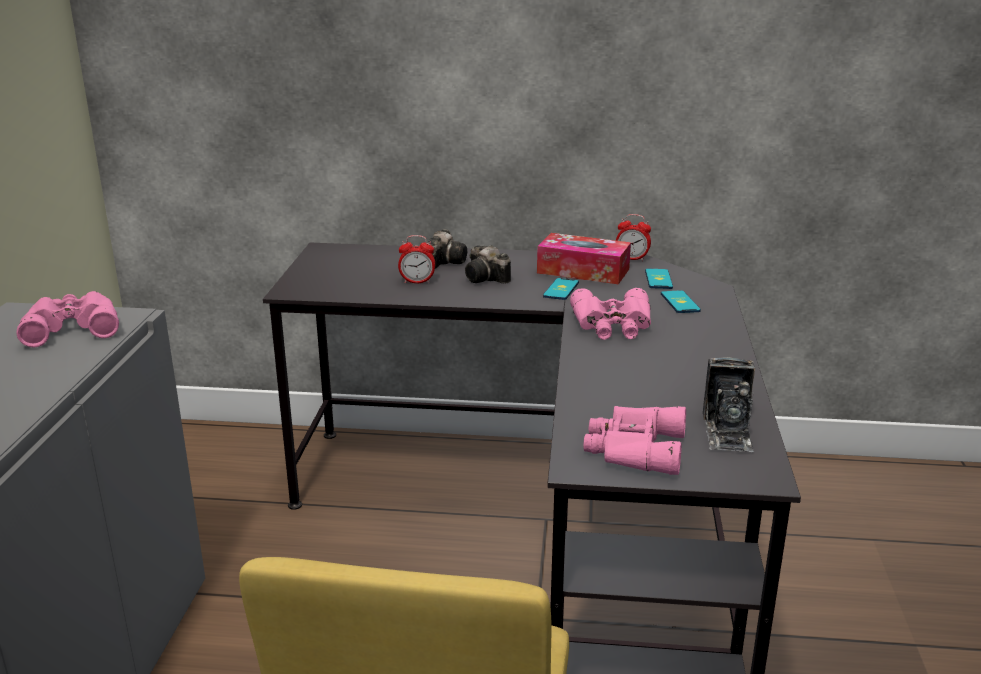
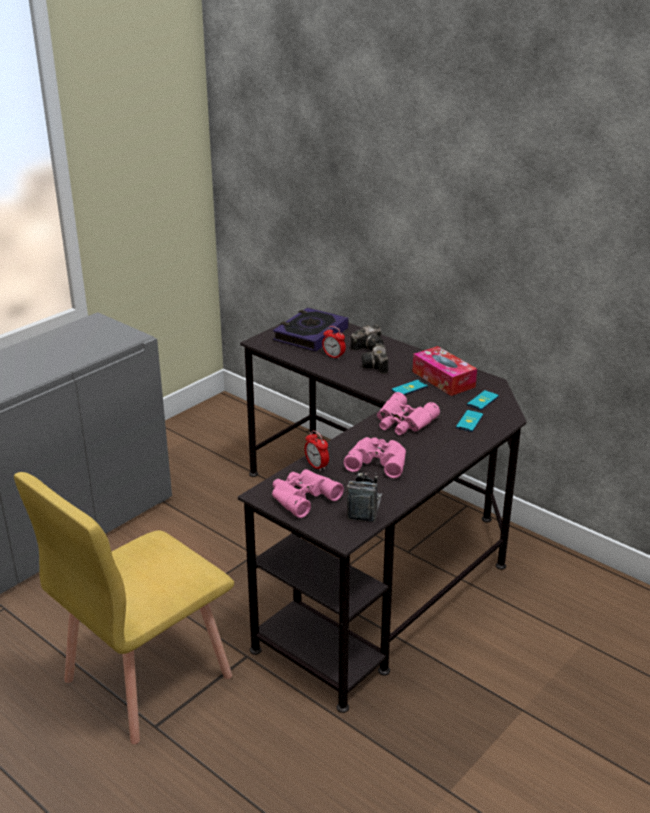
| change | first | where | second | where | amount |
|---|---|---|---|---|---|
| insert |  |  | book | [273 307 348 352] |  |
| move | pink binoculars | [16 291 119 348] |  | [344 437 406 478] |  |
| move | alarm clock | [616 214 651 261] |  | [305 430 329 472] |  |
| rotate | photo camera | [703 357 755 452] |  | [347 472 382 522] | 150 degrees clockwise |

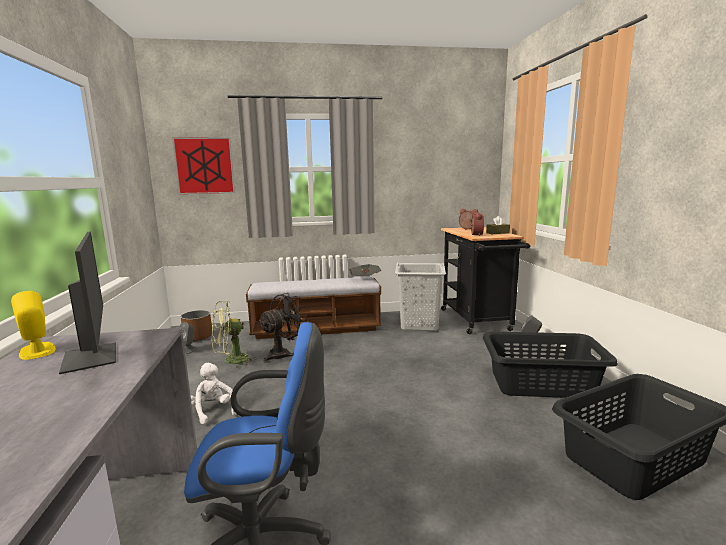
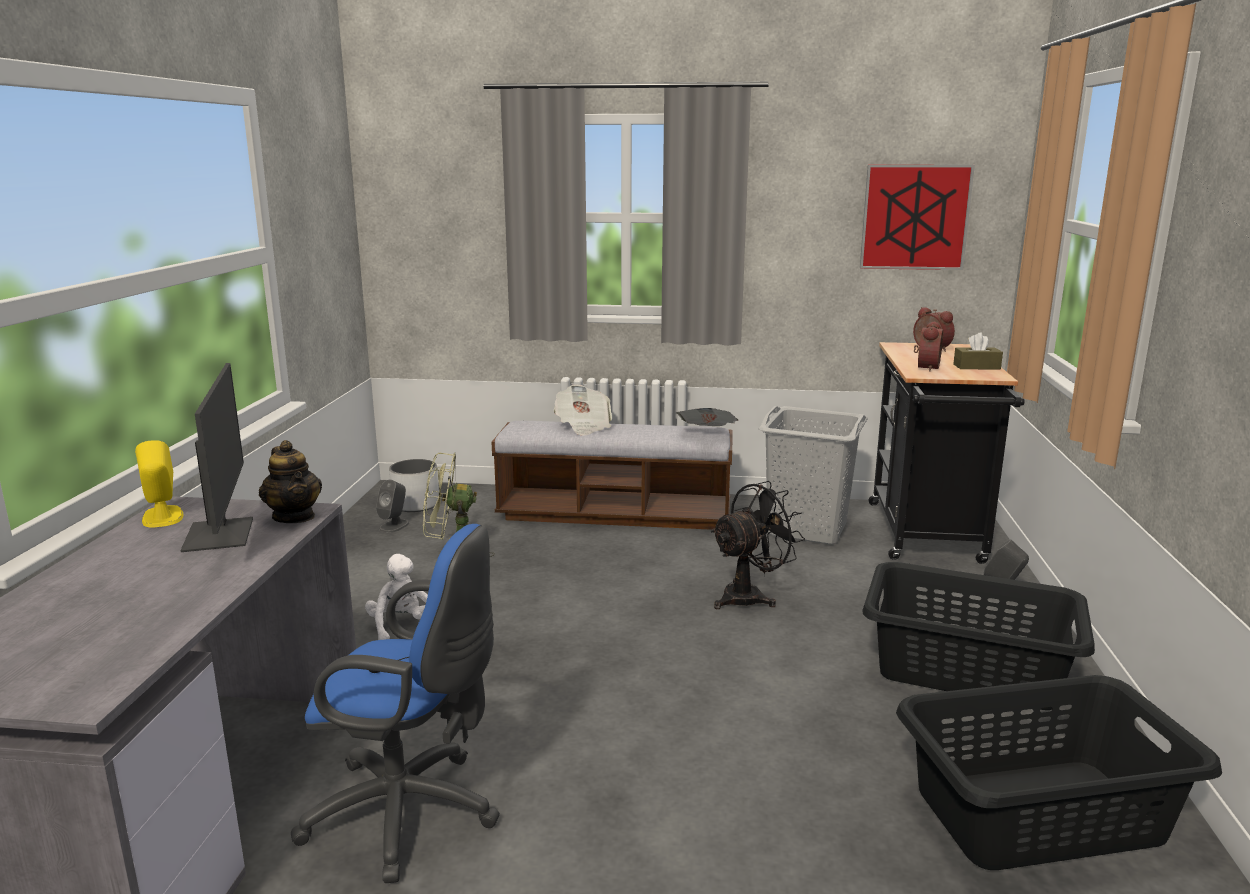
| change | first | where | second | where | amount |
|---|---|---|---|---|---|
| insert |  |  | teapot | [259 440 322 523] |  |
| insert |  |  | newspaper | [553 385 612 436] |  |
| move | picture | [172 137 235 194] |  | [860 165 975 270] |  |
| move | black fan | [258 293 307 363] |  | [711 481 805 609] |  |
| recolor | brown planter | [181 310 212 342] | white planter | [389 459 439 512] |  |

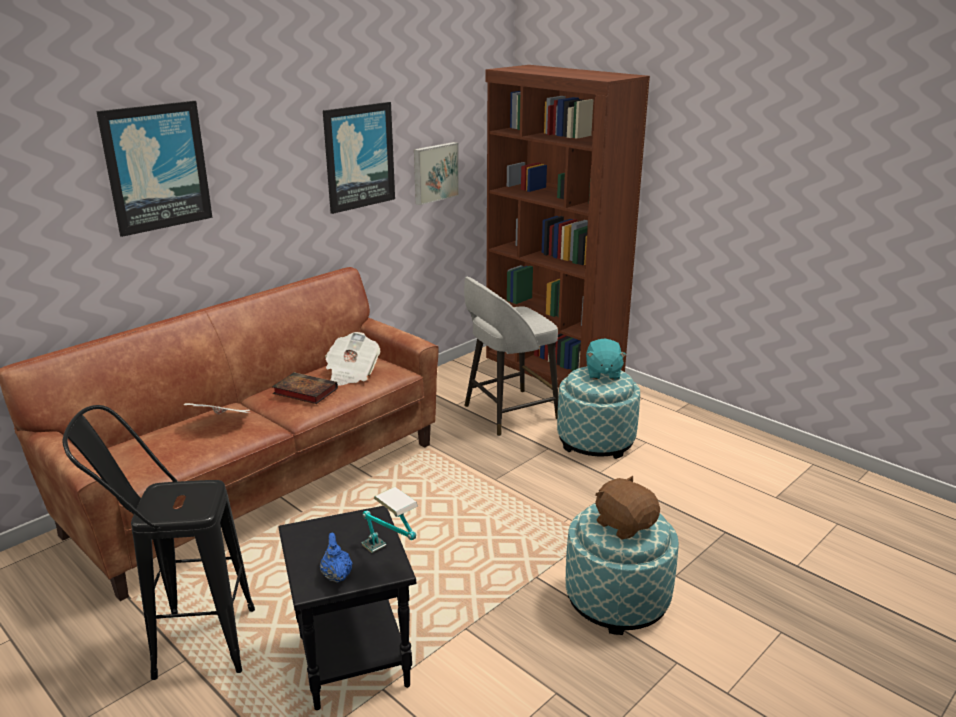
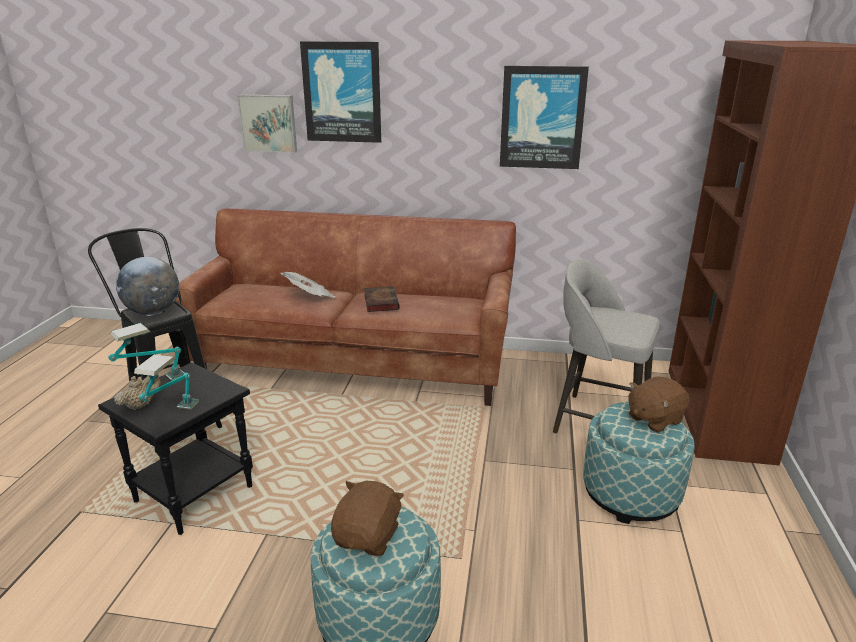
| change | first | where | second | where | amount |
|---|---|---|---|---|---|
| delete | newspaper | [325 332 380 386] |  |  |  |
| insert |  |  | table lamp | [108 323 184 380] |  |
| insert |  |  | globe | [116 257 179 315] |  |
| move | picture | [414 142 459 205] |  | [237 94 297 153] |  |
| recolor | blue teapot | [320 533 353 583] | beige teapot | [114 376 161 410] |  |
| recolor | turquoise plush toy | [586 338 626 380] | brown plush toy | [628 376 690 433] |  |

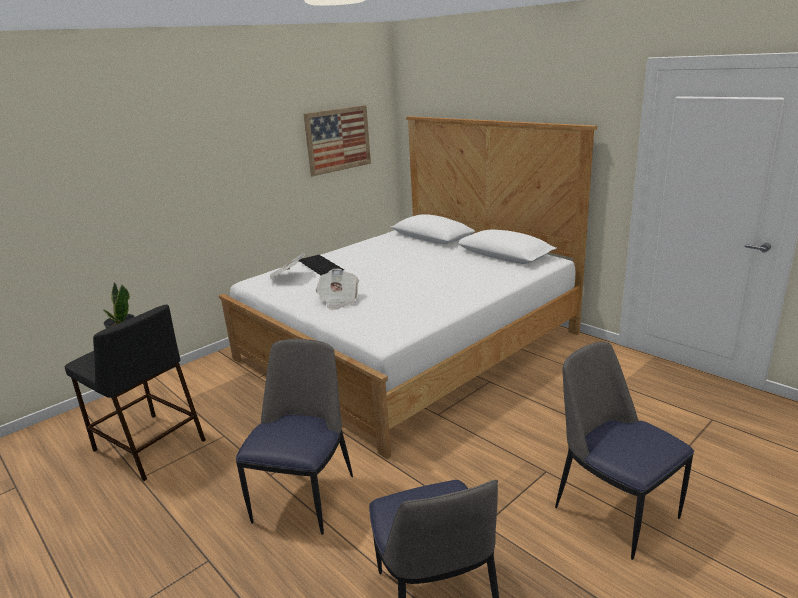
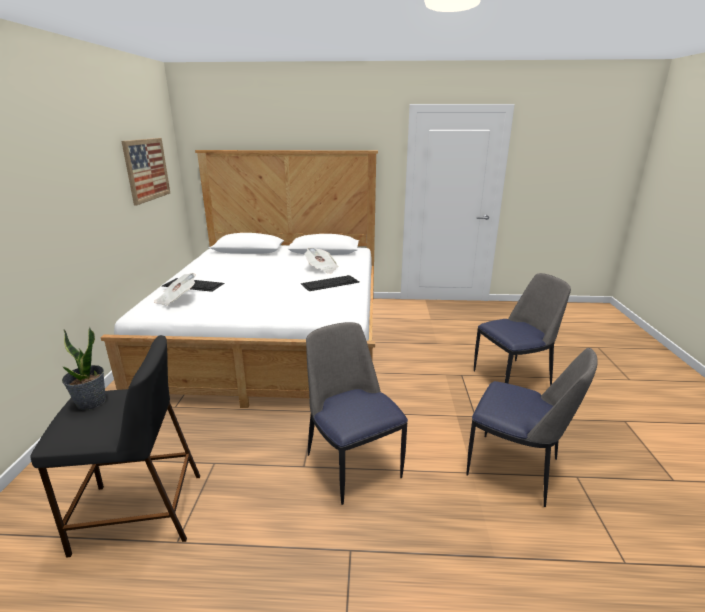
| change | first | where | second | where | amount |
|---|---|---|---|---|---|
| insert |  |  | keyboard | [301 275 360 291] |  |
| move | newspaper | [316 269 359 310] |  | [304 247 339 274] |  |
| rotate | chair | [555 342 694 560] |  | [474 273 571 386] | 150 degrees clockwise |

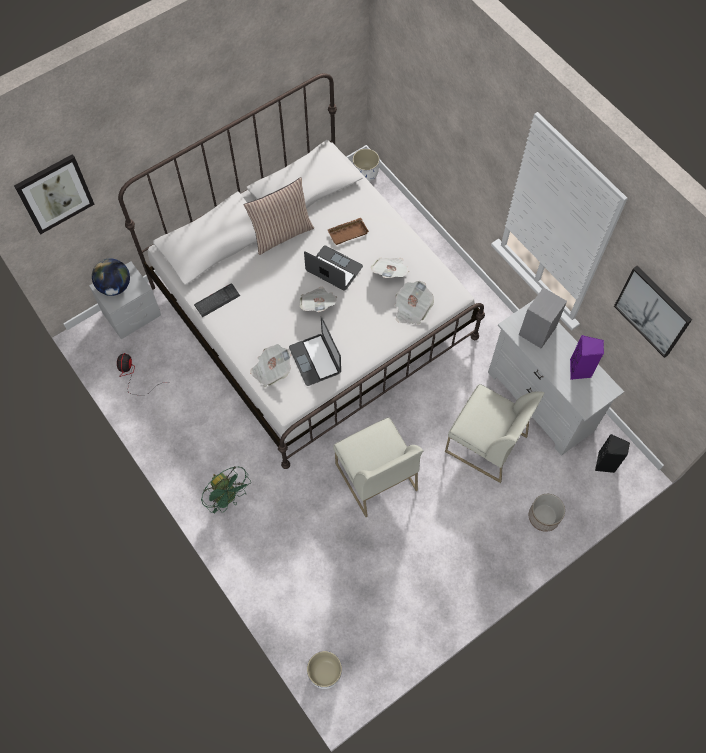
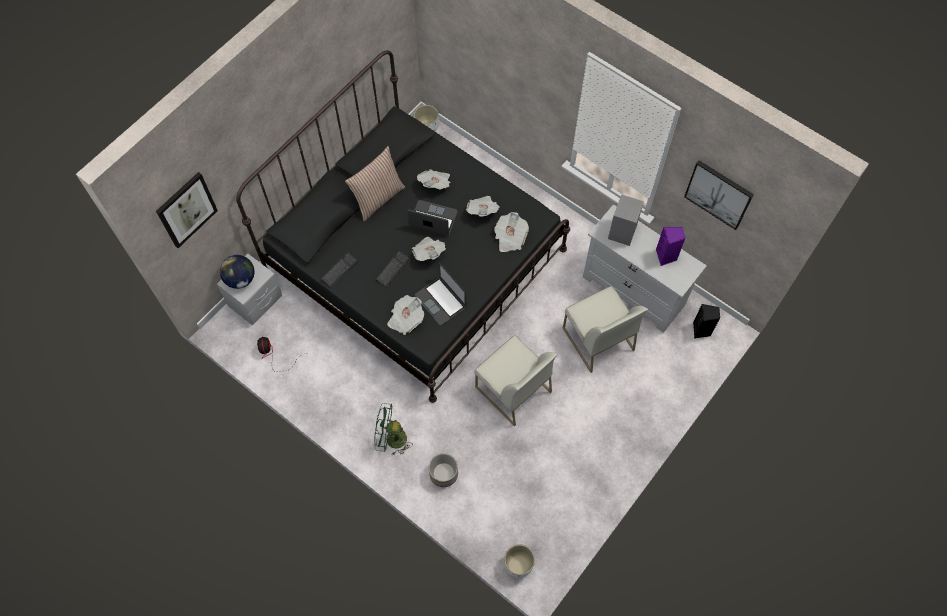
| change | first | where | second | where | amount |
|---|---|---|---|---|---|
| insert |  |  | keyboard | [375 251 410 287] |  |
| move | planter | [529 494 565 532] |  | [429 453 458 487] |  |
| replace | brown tray | [327 218 369 245] | newspaper | [417 169 451 189] |  |
| recolor | white bed | [118 73 485 469] | black bed | [236 50 570 403] |  |
| rotate | green fan | [201 466 251 513] |  | [375 403 413 456] | 150 degrees clockwise |
| rotate | white chair | [445 384 545 483] |  | [563 286 648 373] | 45 degrees clockwise |

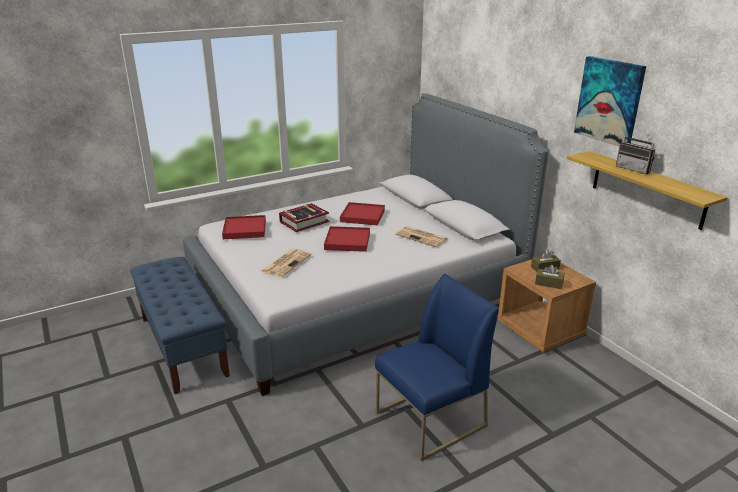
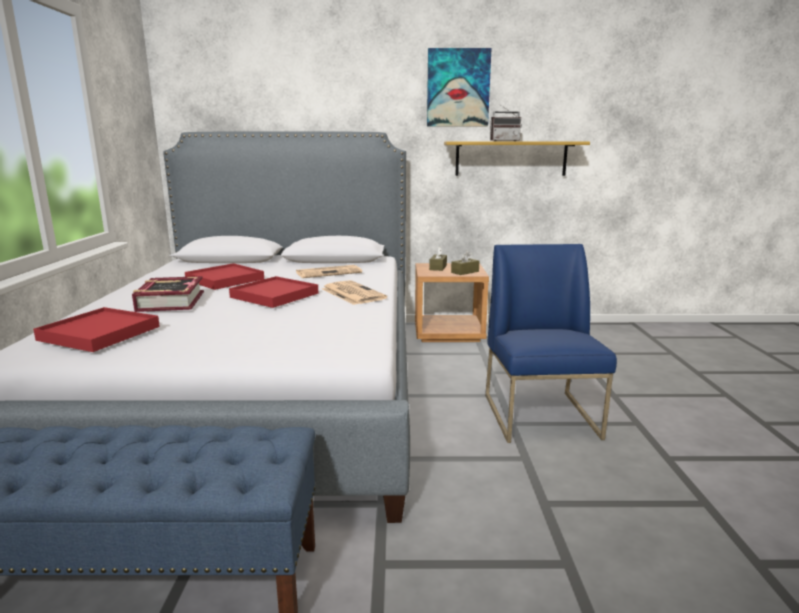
| change | first | where | second | where | amount |
|---|---|---|---|---|---|
| move | newspaper | [260 249 311 277] |  | [322 280 387 305] |  |

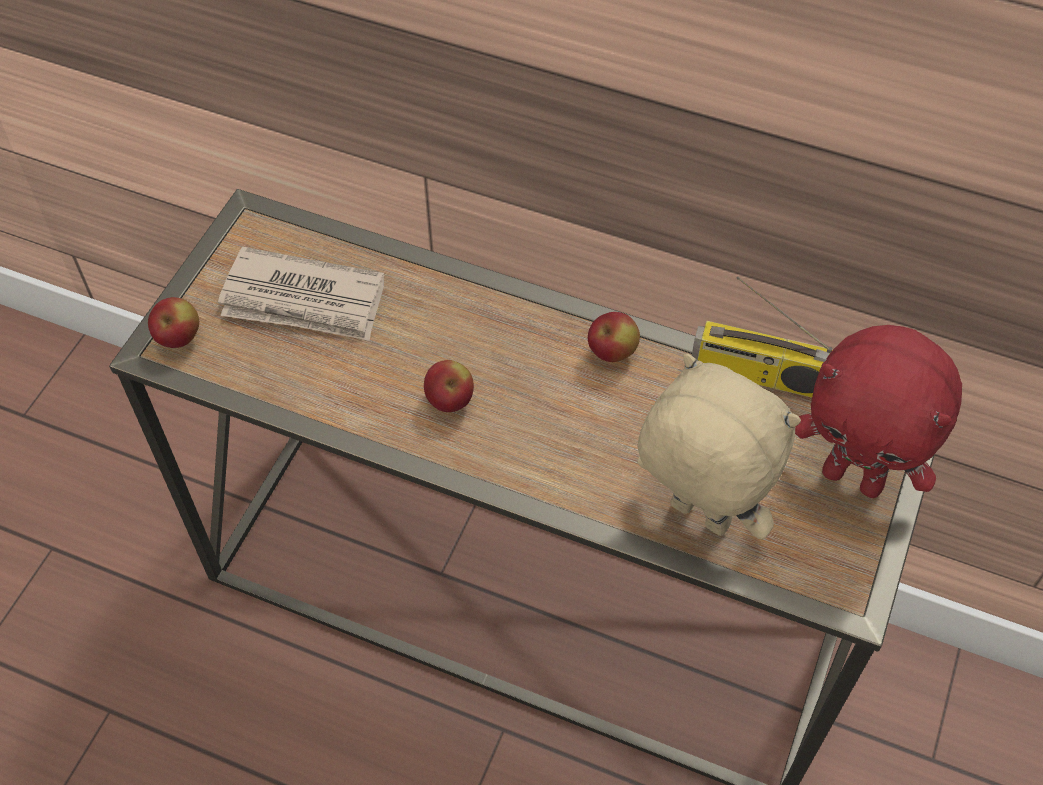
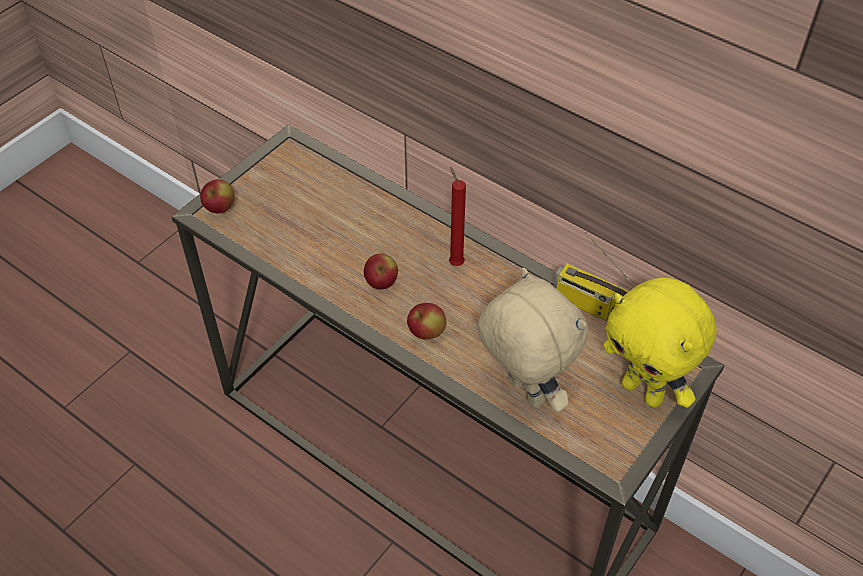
| change | first | where | second | where | amount |
|---|---|---|---|---|---|
| delete | newspaper | [218 247 384 341] |  |  |  |
| insert |  |  | red candle | [449 166 466 266] |  |
| move | apple | [588 312 640 362] |  | [407 303 447 340] |  |
| recolor | red plush toy | [795 325 962 498] | yellow plush toy | [603 278 717 408] |  |

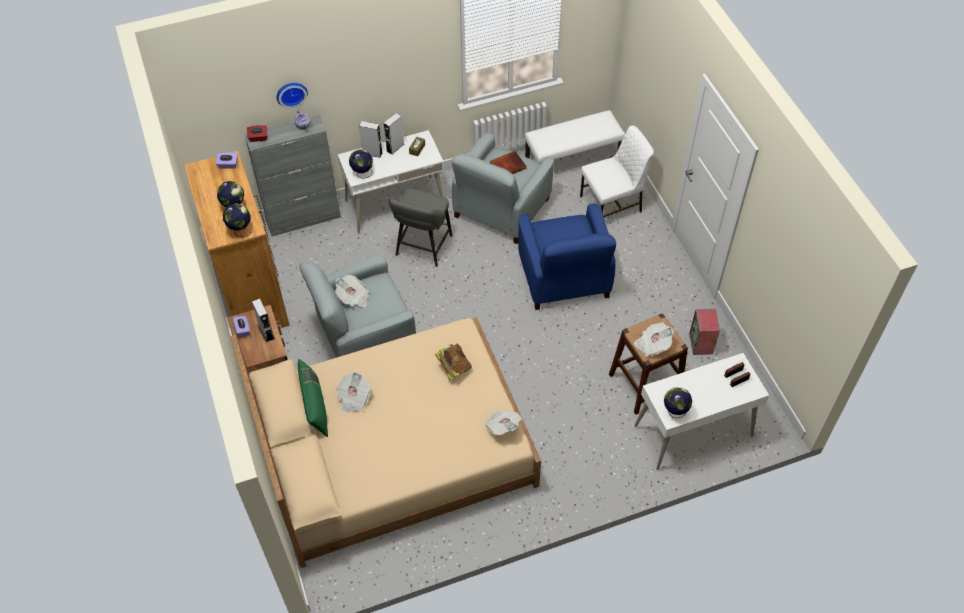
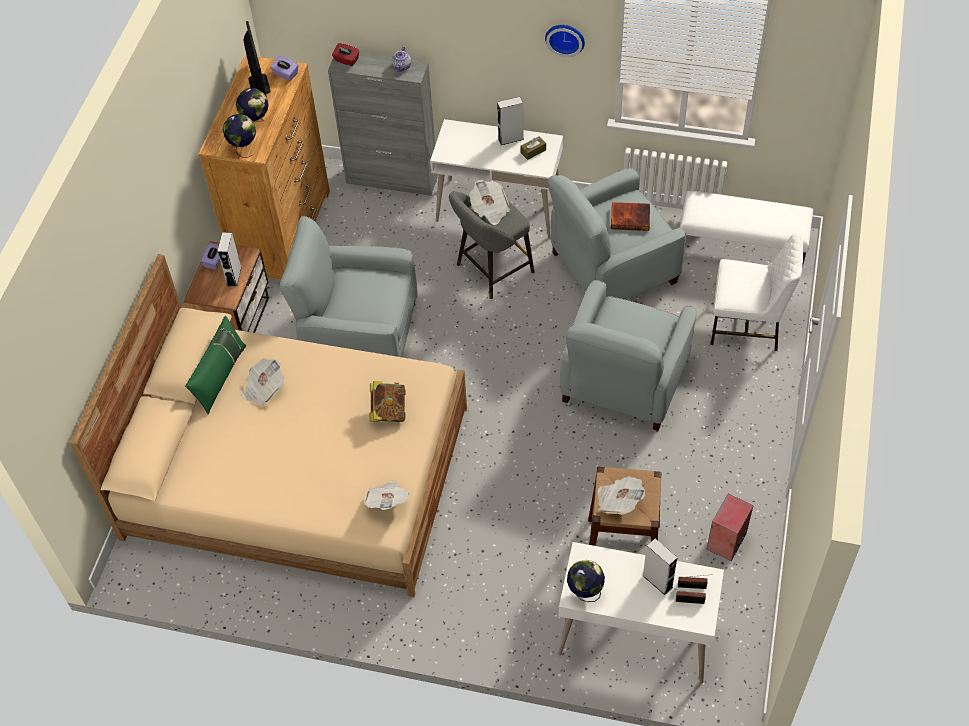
| change | first | where | second | where | amount |
|---|---|---|---|---|---|
| delete | globe | [349 149 373 178] |  |  |  |
| insert |  |  | monitor | [244 21 270 97] |  |
| move | wall clock | [277 83 308 108] |  | [545 25 585 57] |  |
| move | newspaper | [335 275 369 308] |  | [469 180 510 225] |  |
| move | grey speaker | [359 121 383 158] |  | [642 539 677 595] |  |
| recolor | blue armchair | [518 203 616 310] | grey armchair | [560 280 697 431] |  |

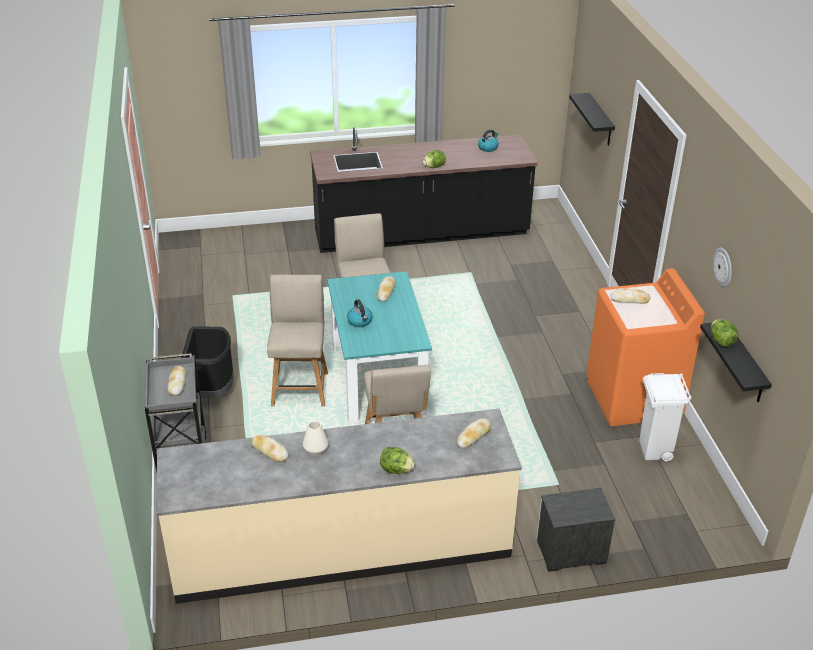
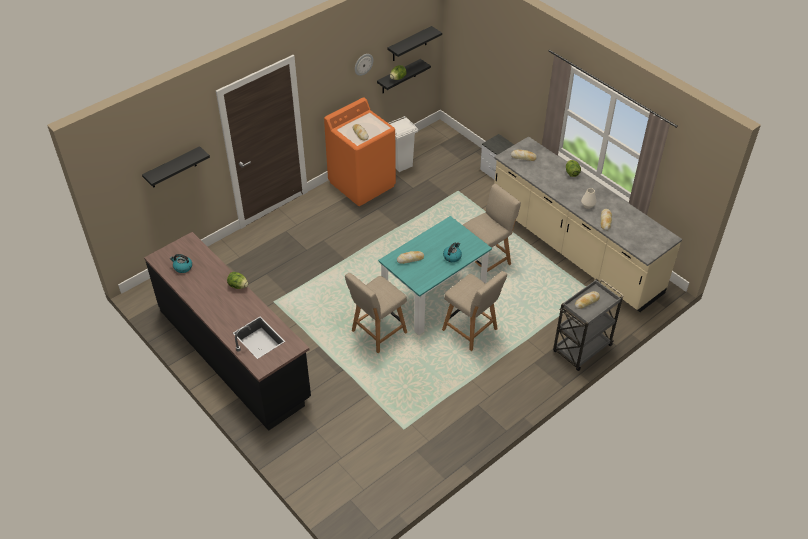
| change | first | where | second | where | amount |
|---|---|---|---|---|---|
| delete | black trash can | [181 326 234 398] |  |  |  |
| insert |  |  | black shelf | [388 26 442 61] |  |
| rotate | beige chair | [267 275 328 406] |  | [442 271 507 351] | 105 degrees counterclockwise |

